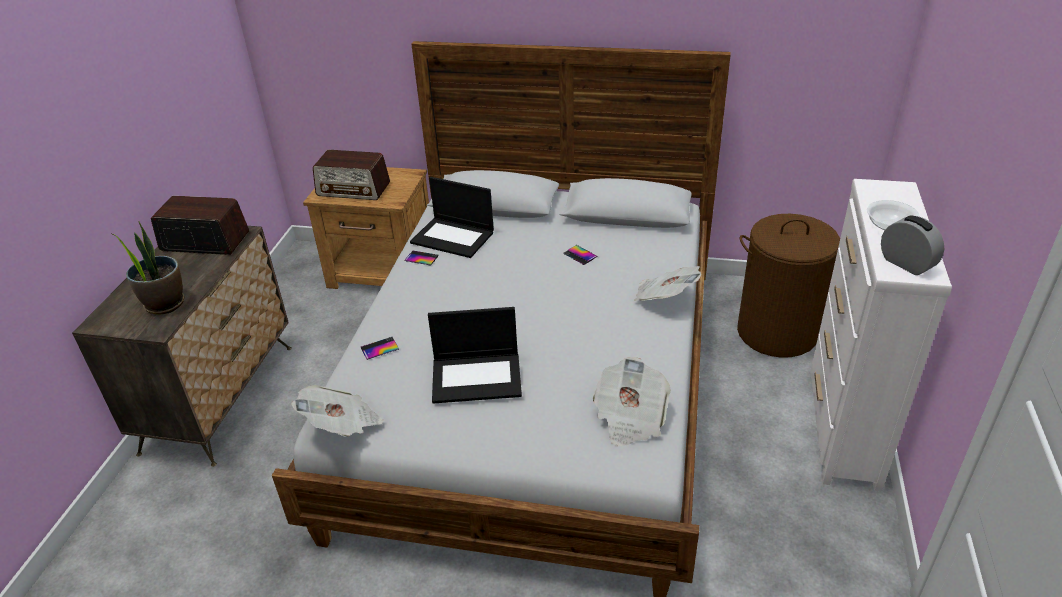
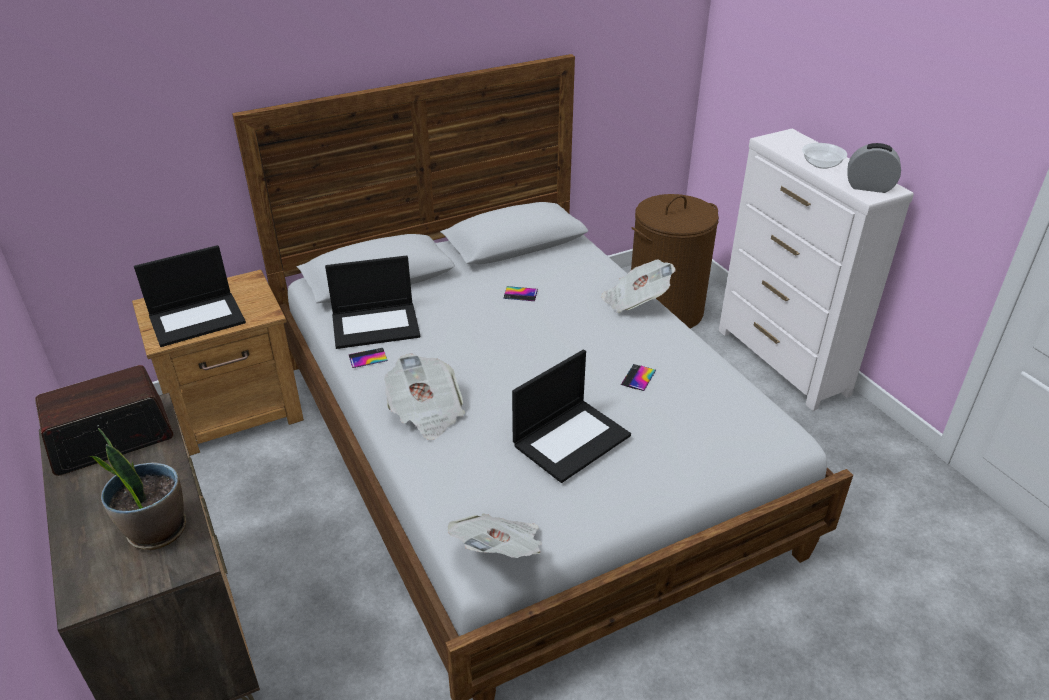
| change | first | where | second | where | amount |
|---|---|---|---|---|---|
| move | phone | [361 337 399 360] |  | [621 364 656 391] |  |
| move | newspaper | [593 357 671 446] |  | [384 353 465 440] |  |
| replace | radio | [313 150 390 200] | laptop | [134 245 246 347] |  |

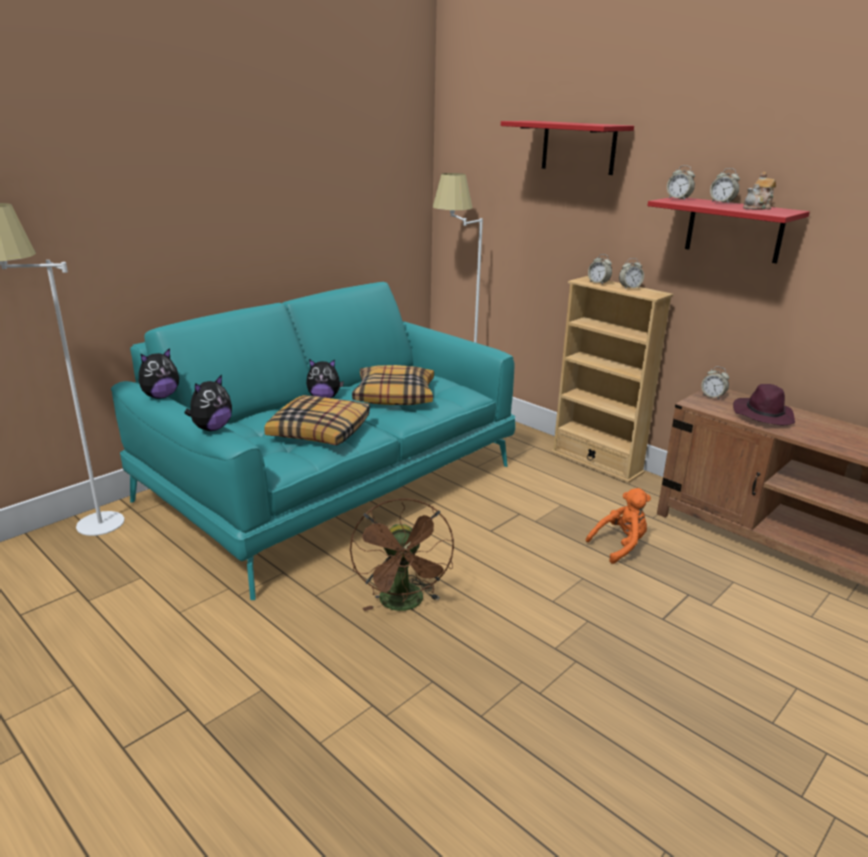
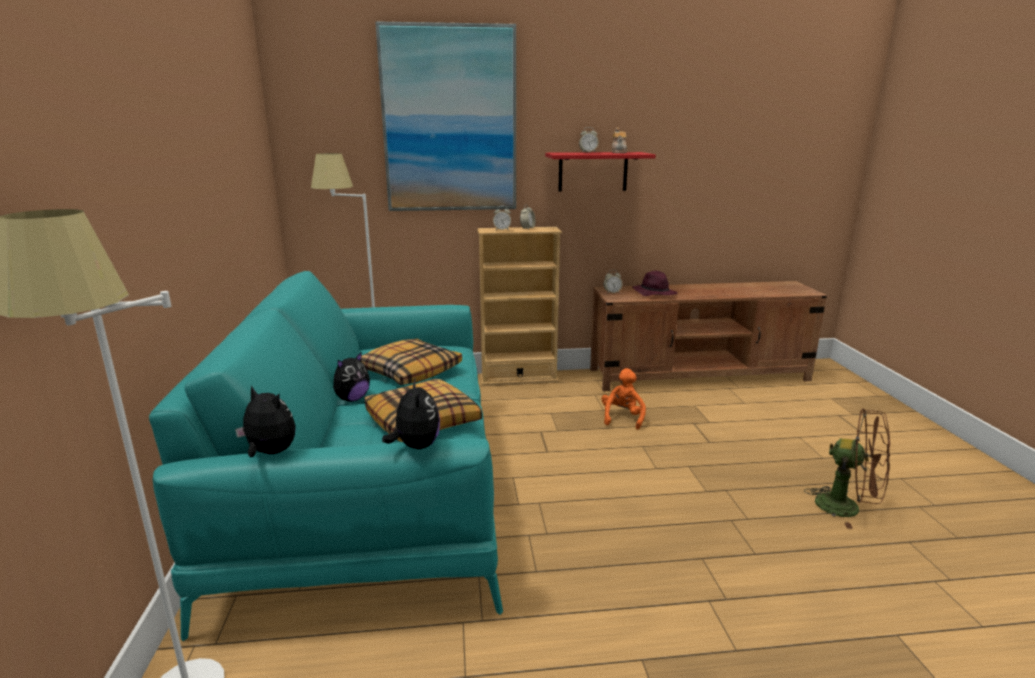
| change | first | where | second | where | amount |
|---|---|---|---|---|---|
| delete | alarm clock | [667 165 695 200] |  |  |  |
| move | brown fan | [350 498 454 611] |  | [804 409 890 529] |  |
| replace | red shelf | [501 121 634 175] | picture | [375 21 516 211] |  |
| rotate | plush toy | [139 348 179 399] |  | [235 385 296 457] | 60 degrees counterclockwise |

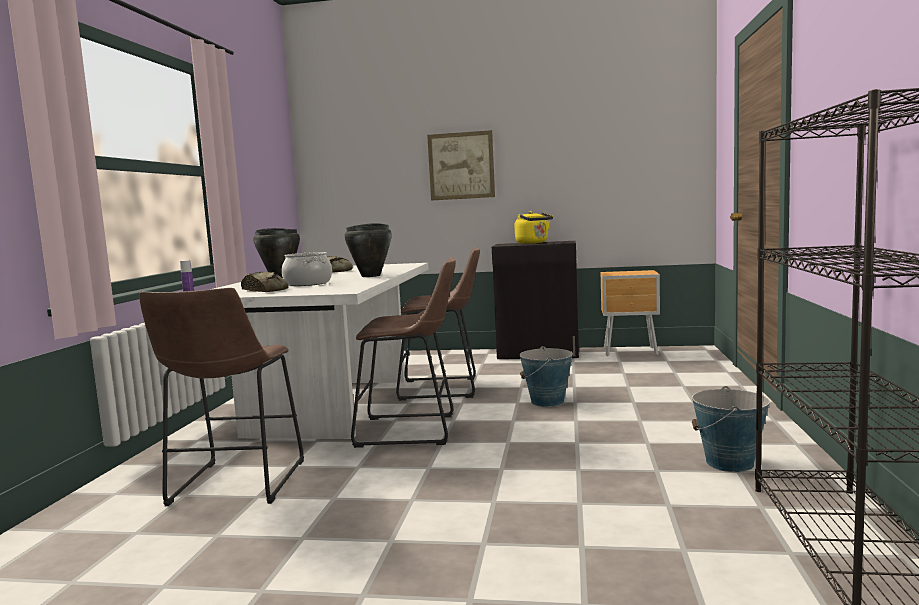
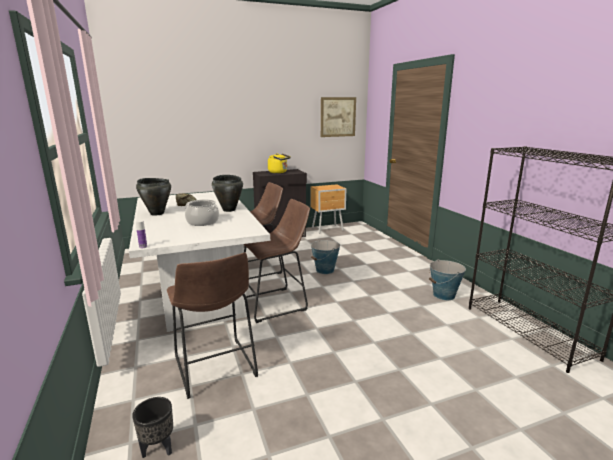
| change | first | where | second | where | amount |
|---|---|---|---|---|---|
| delete | bread | [241 272 288 292] |  |  |  |
| insert |  |  | black planter | [132 397 173 458] |  |
| move | picture | [427 130 495 201] |  | [321 97 356 137] |  |

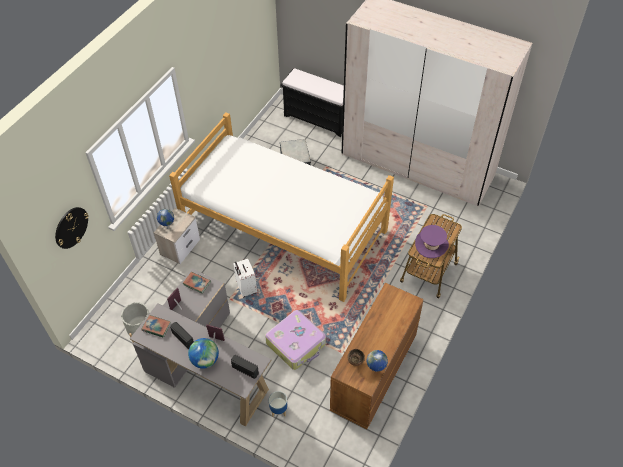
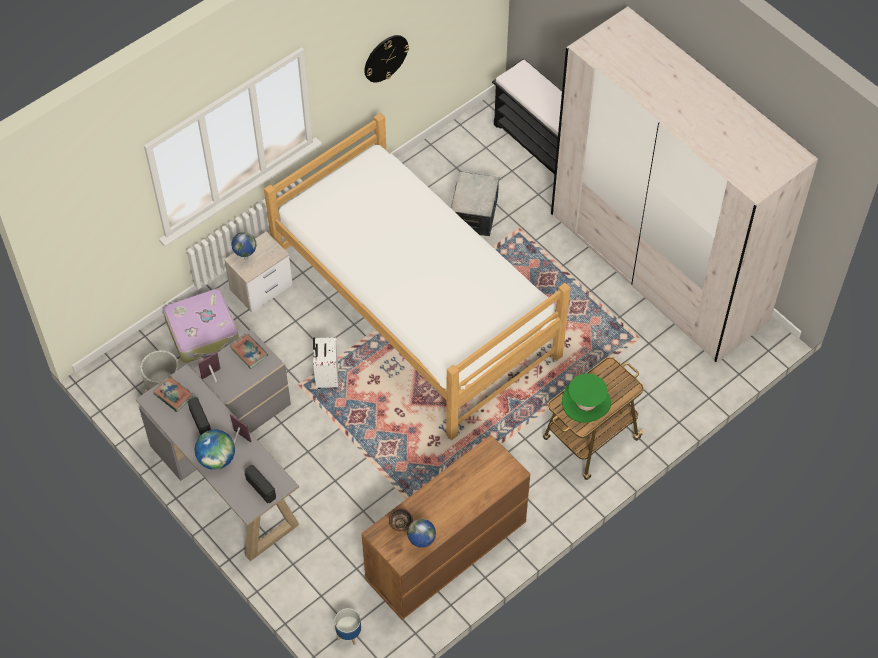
| change | first | where | second | where | amount |
|---|---|---|---|---|---|
| move | wall clock | [55 207 89 249] |  | [364 35 409 82] |  |
| move | suitcase | [265 310 326 370] |  | [163 289 239 363] |  |
| move | planter | [269 391 287 417] |  | [335 608 361 645] |  |
| recolor | purple hat | [415 225 449 258] | green hat | [562 373 611 423] |  |

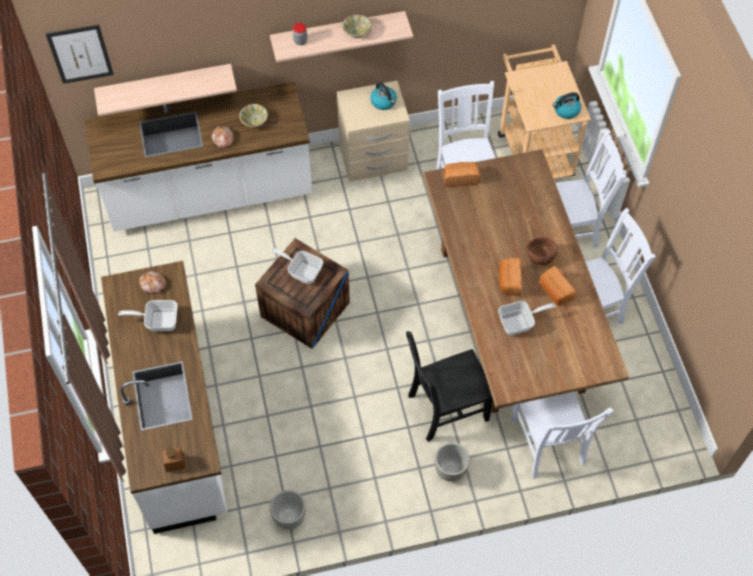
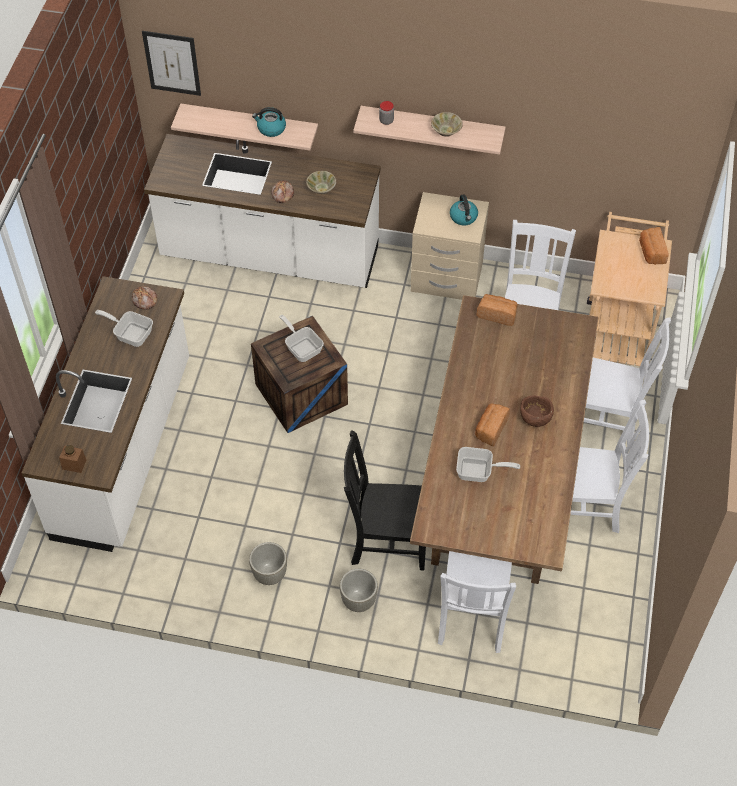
| change | first | where | second | where | amount |
|---|---|---|---|---|---|
| move | grey planter | [270 490 306 530] |  | [249 542 287 585] |  |
| move | bread | [539 266 576 306] |  | [639 227 669 265] |  |
| move | kettle | [553 92 581 119] |  | [252 107 286 137] |  |

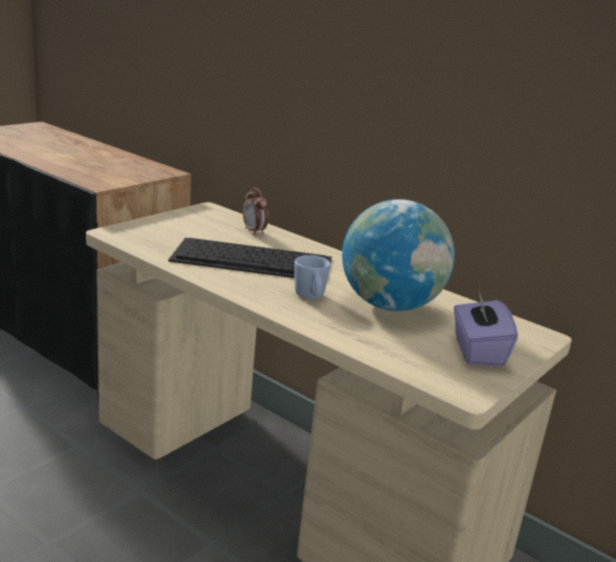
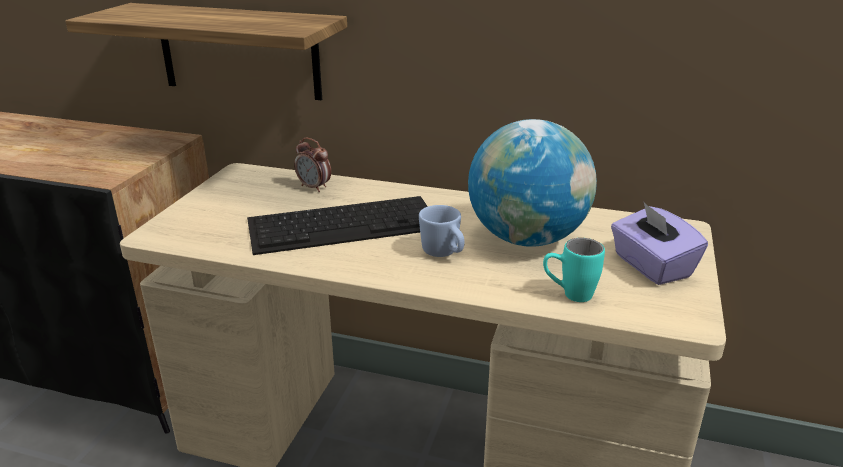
| change | first | where | second | where | amount |
|---|---|---|---|---|---|
| insert |  |  | shelf | [65 3 347 100] |  |
| insert |  |  | turquoise mug | [543 238 605 302] |  |

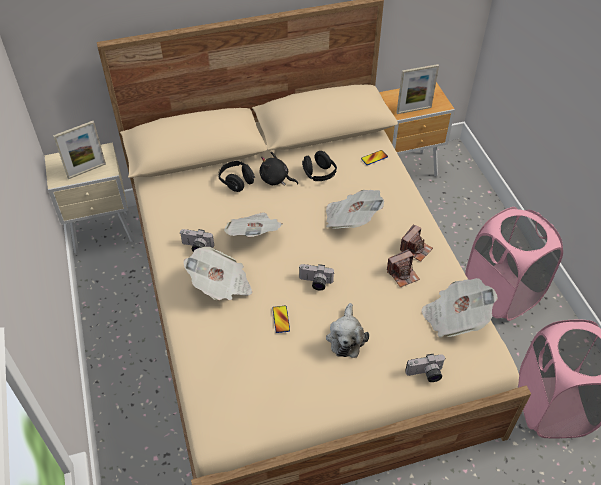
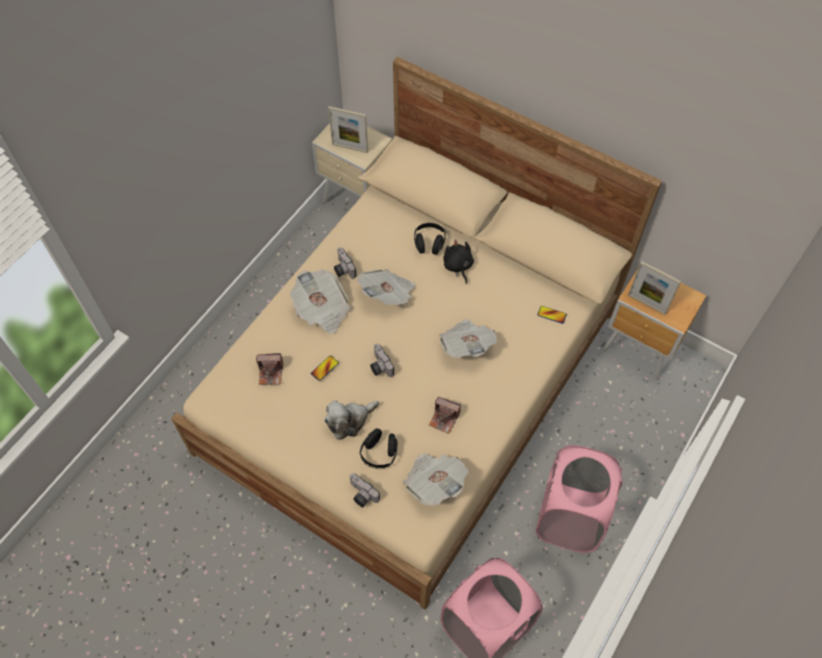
| change | first | where | second | where | amount |
|---|---|---|---|---|---|
| move | black headphones | [302 151 337 181] |  | [360 428 398 469] |  |
| move | photo camera | [400 224 433 262] |  | [256 353 283 385] |  |

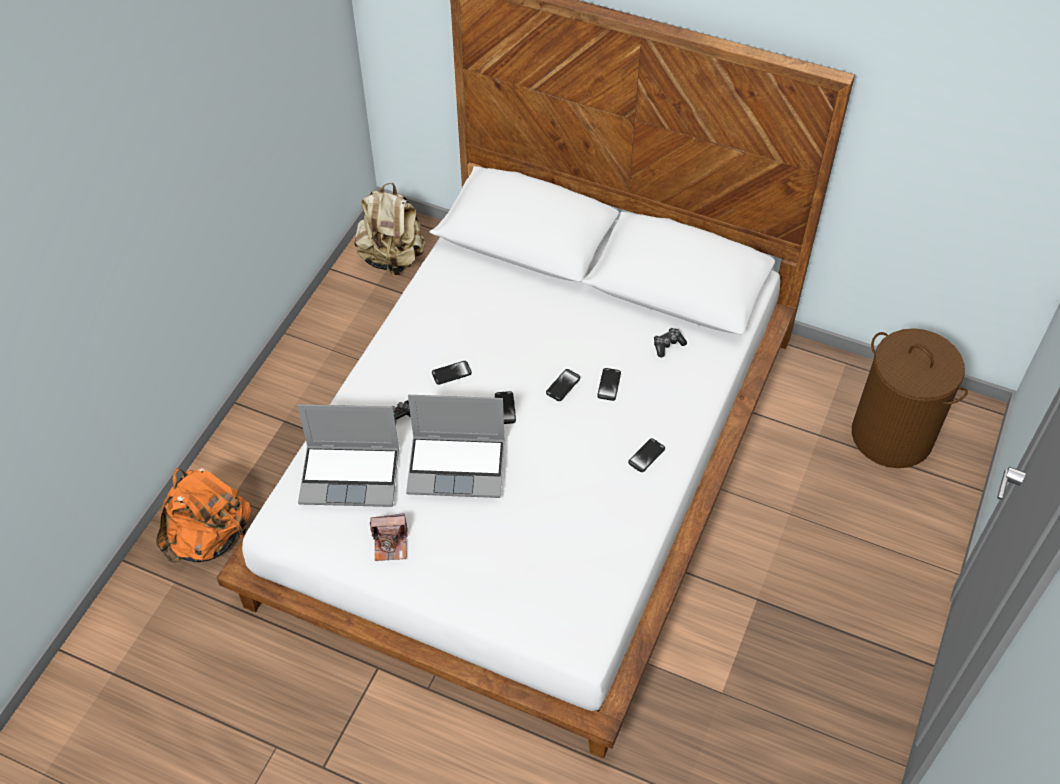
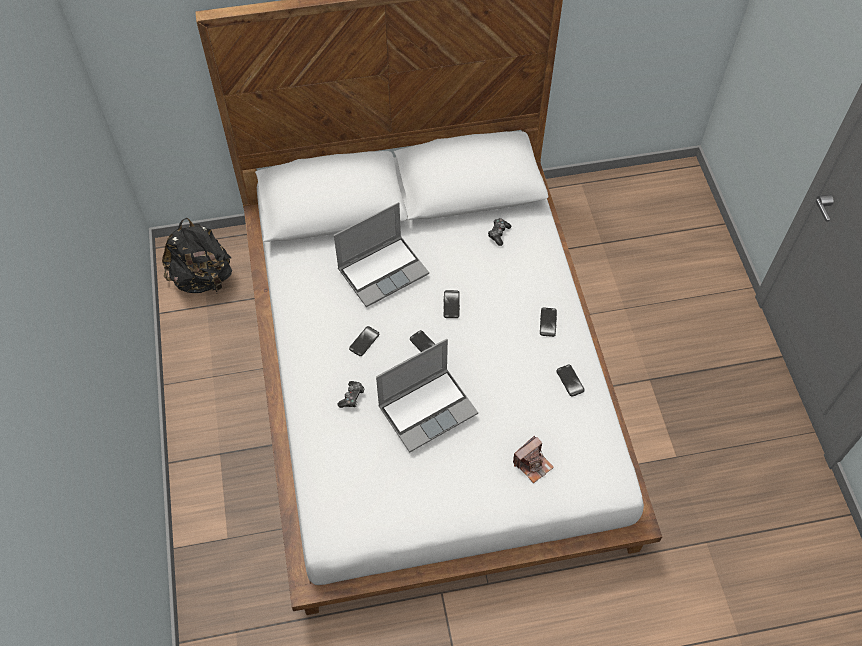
| change | first | where | second | where | amount |
|---|---|---|---|---|---|
| delete | orange backpack | [156 468 251 563] |  |  |  |
| delete | brown laundry basket | [852 328 968 468] |  |  |  |
| move | laptop | [297 404 399 507] |  | [334 202 429 307] |  |
| move | photo camera | [370 513 408 561] |  | [513 435 554 483] |  |
| move | phone | [597 368 621 401] |  | [556 365 585 397] |  |
| recolor | beige backpack | [355 183 425 275] | black backpack | [162 218 232 293] |  |

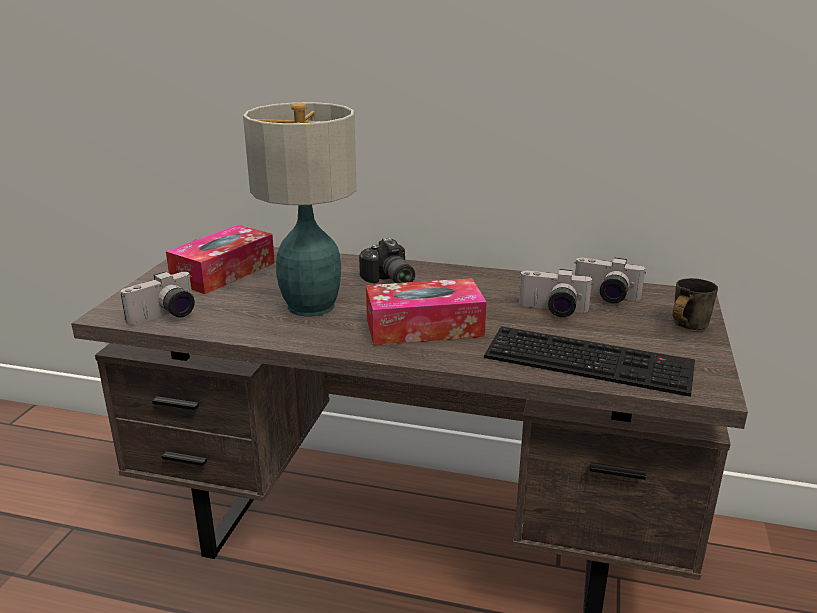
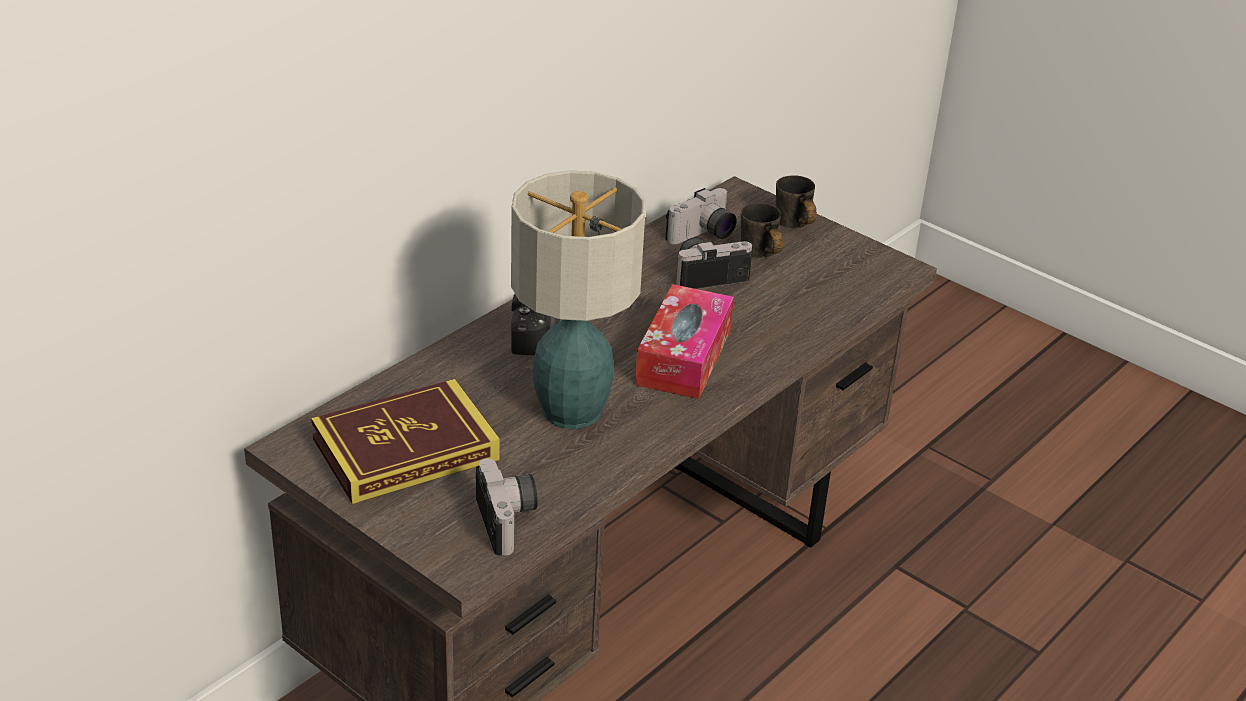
| change | first | where | second | where | amount |
|---|---|---|---|---|---|
| delete | keyboard | [484 326 695 397] |  |  |  |
| insert |  |  | grey mug | [741 203 783 258] |  |
| replace | tissue box | [166 225 275 294] | book | [311 379 500 504] |  |
| rotate | photo camera | [519 269 593 317] |  | [676 237 752 289] | 150 degrees counterclockwise |

